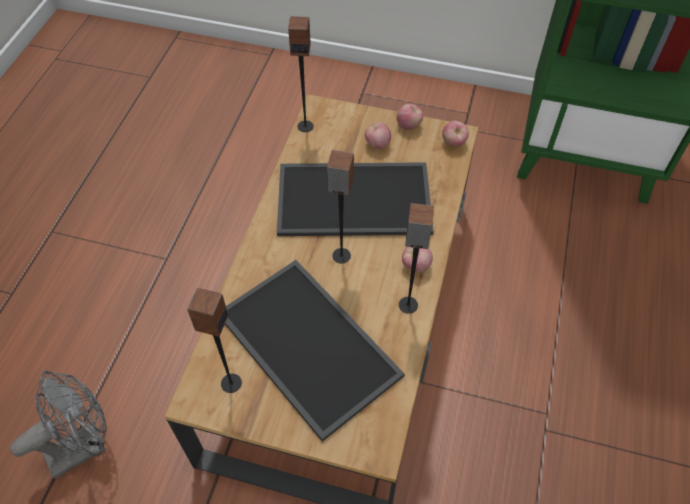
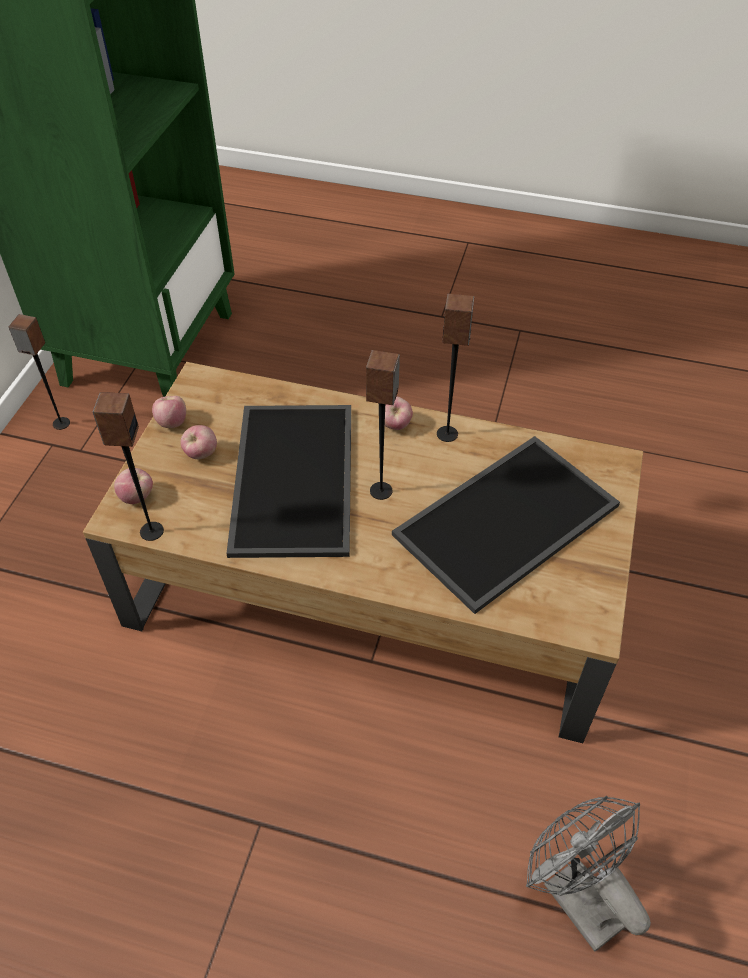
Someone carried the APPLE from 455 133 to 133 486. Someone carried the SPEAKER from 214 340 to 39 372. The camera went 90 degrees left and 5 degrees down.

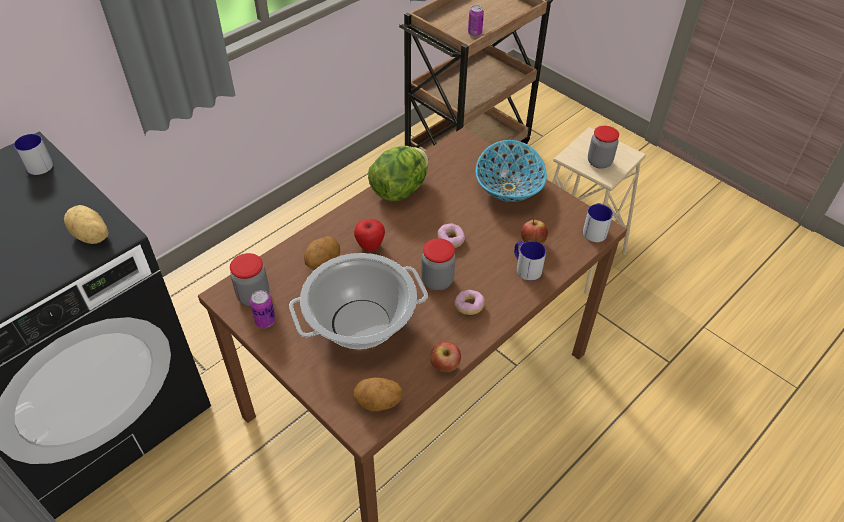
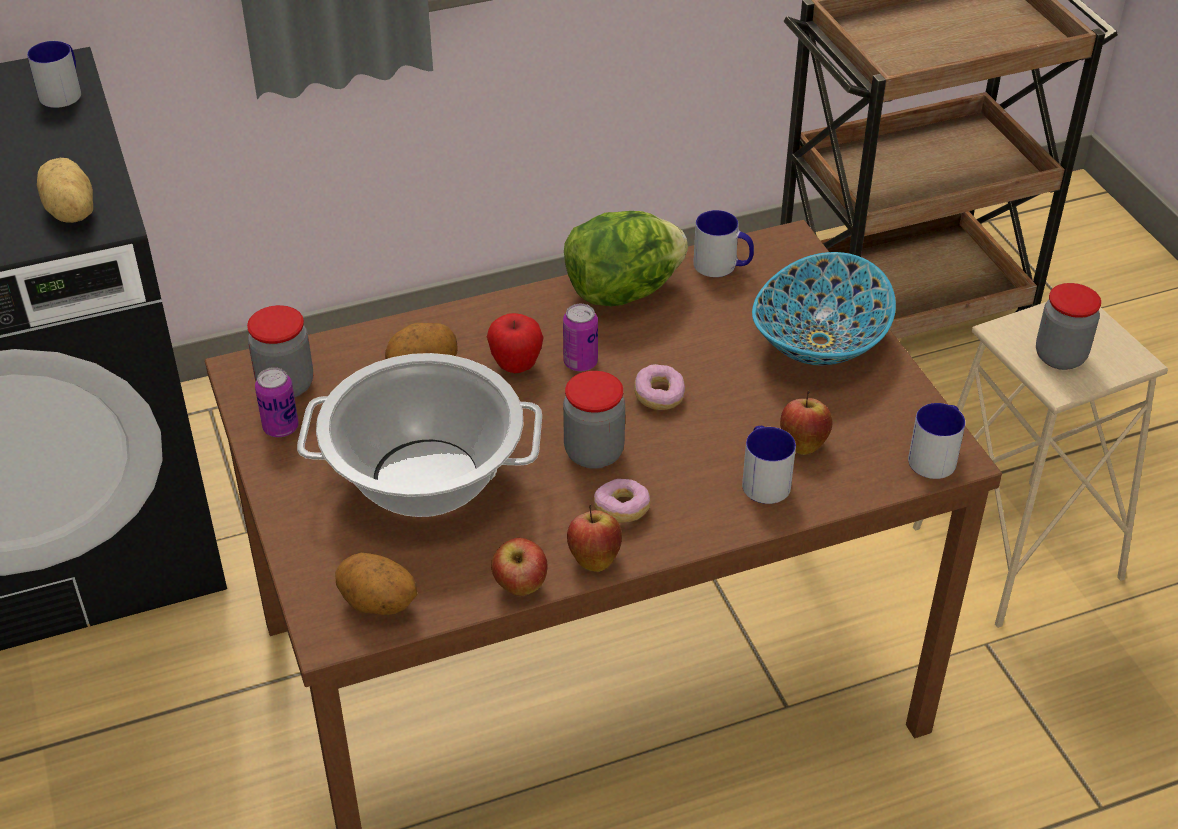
Someone carried the CAN from 476 20 to 580 337. Someone put down the MUG at 723 243. Someone put down the APPLE at 594 538. The camera went 25 degrees right and 5 degrees down.

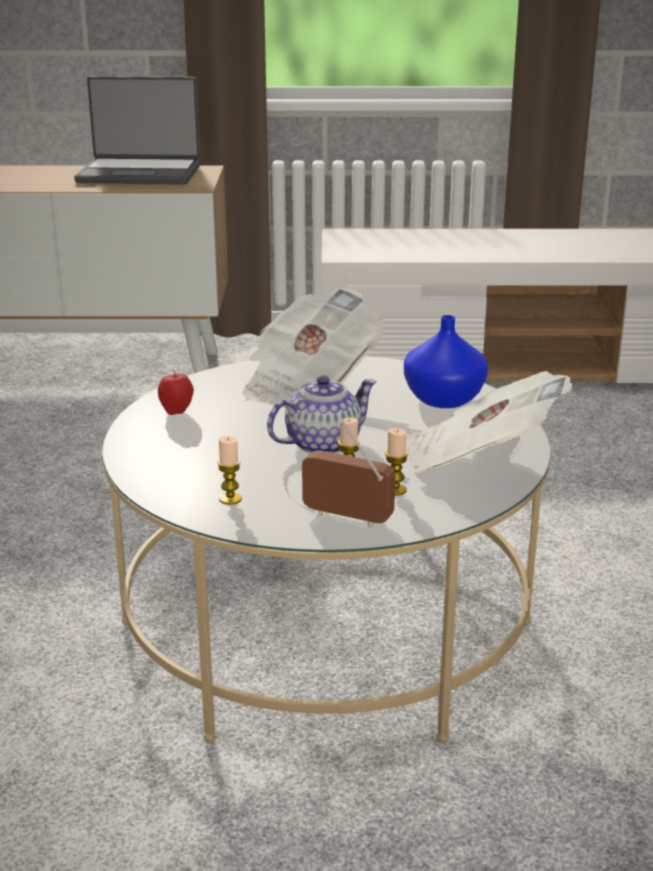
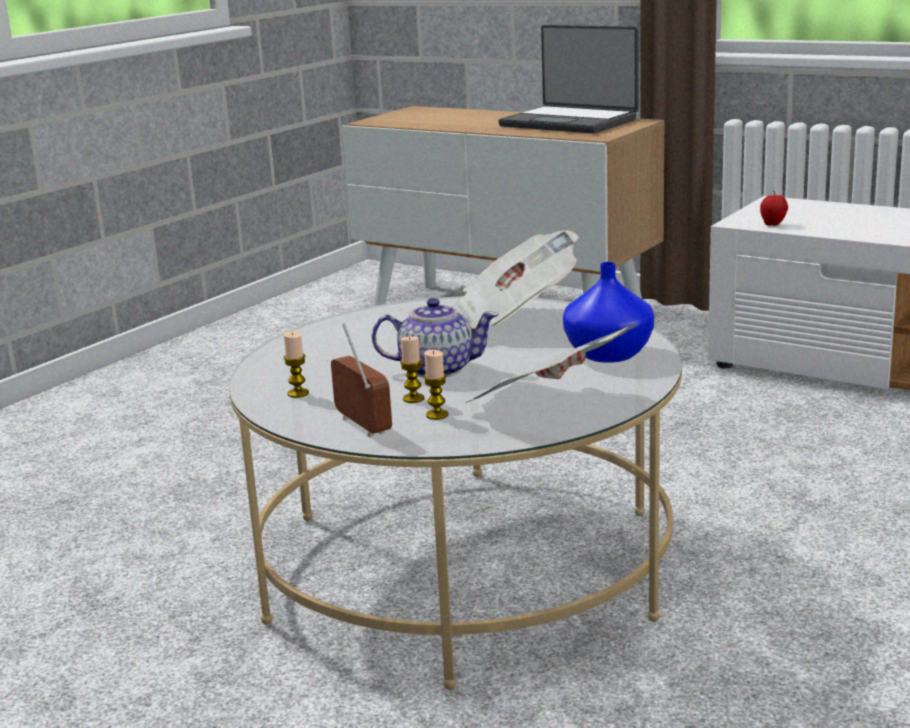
Someone carried the APPLE from 176 392 to 774 209. The camera went 35 degrees right and 5 degrees down.

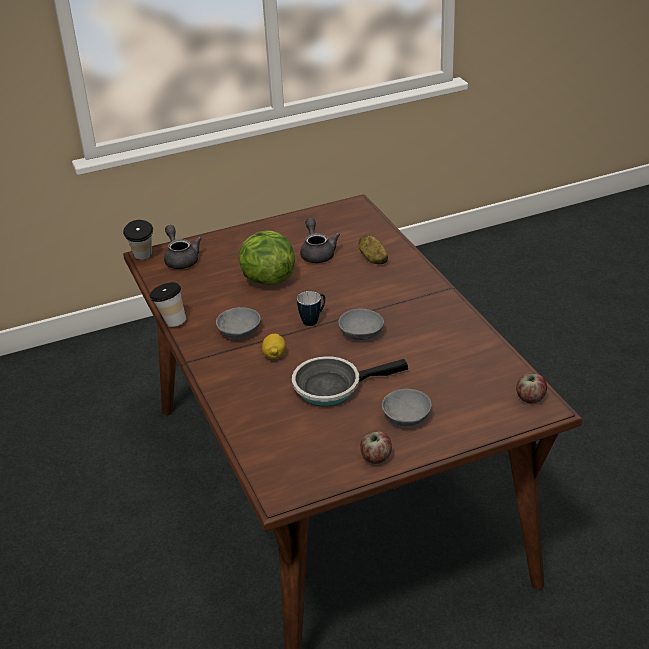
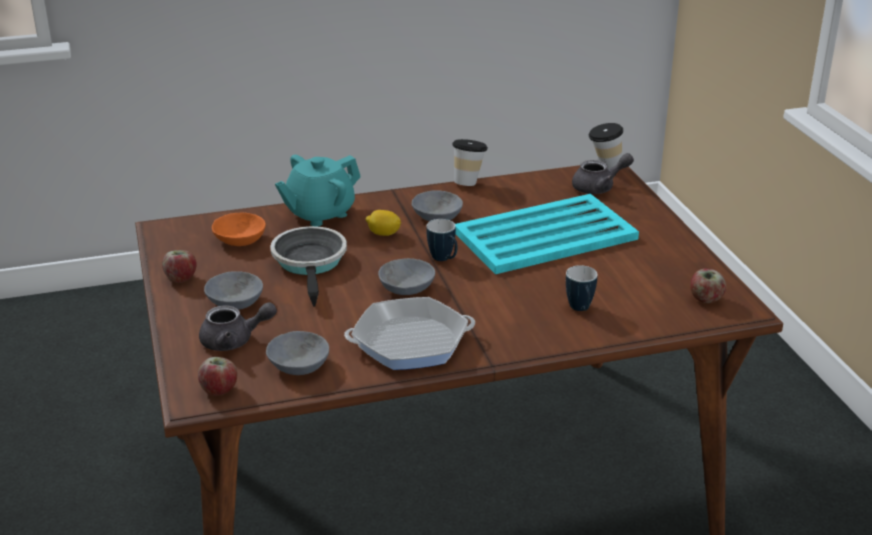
Someone carried the GREY TEAPOT from 320 240 to 238 326. Someone swapped the LETTUCE at 266 257 for the TURQUOISE TRAY at 547 234. Someone swapped the POTATO at 373 249 for the MUG at 582 288. Someone put down the TURQUOISE TEAPOT at 318 191. Someone put down the ORANGE BOWL at 239 229. Someone put down the APPLE at 708 286. Someone put down the FRYING PAN at 409 333. Someone put down the GREY BOWL at 297 353. The camera went 95 degrees right and 5 degrees down.

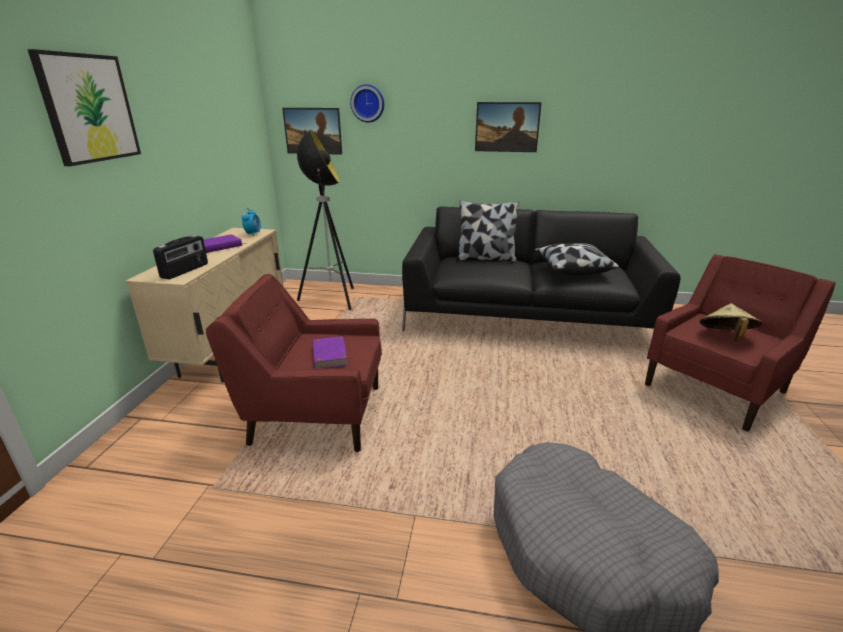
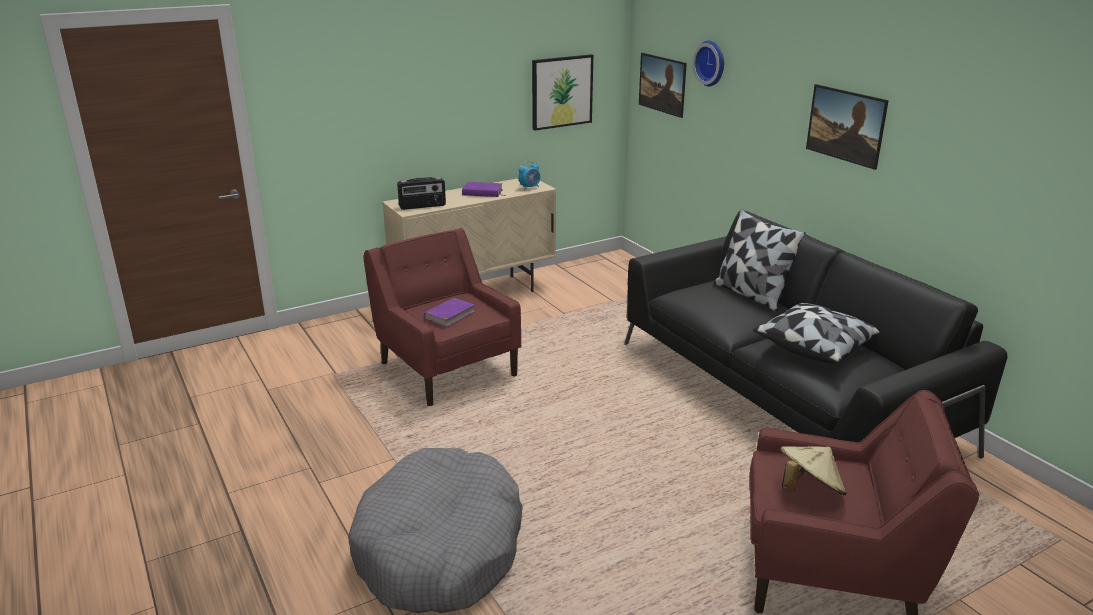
Someone carried the PICTURE from 84 107 to 562 92. Someone took away the FLOOR LAMP at 325 220. The camera went 50 degrees right and 0 degrees up.

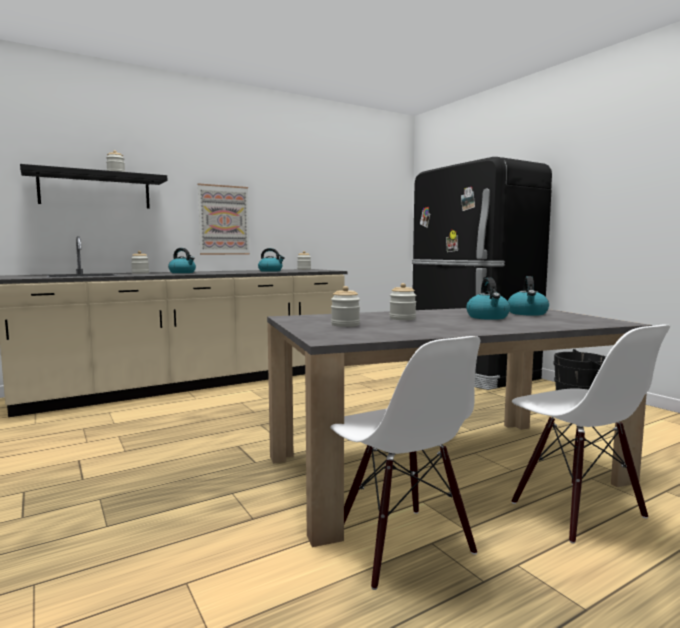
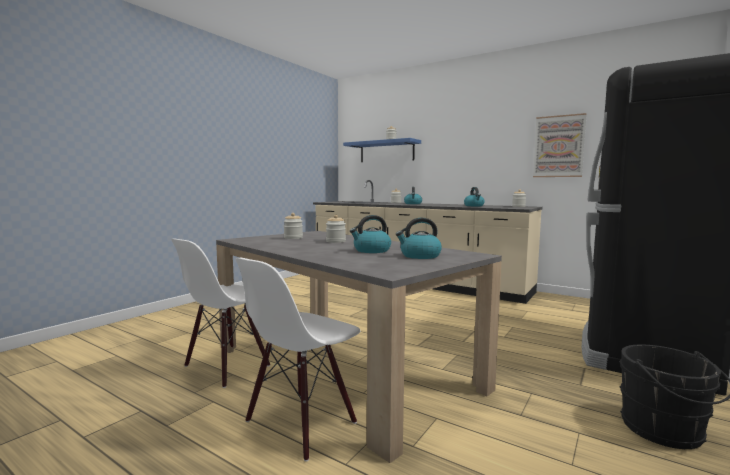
Someone repainted the BLACK SHELF at 93 186, which became the BLUE SHELF at 382 150. Someone carried the PICTURE from 223 219 to 560 145. The camera went 65 degrees right and 0 degrees up.

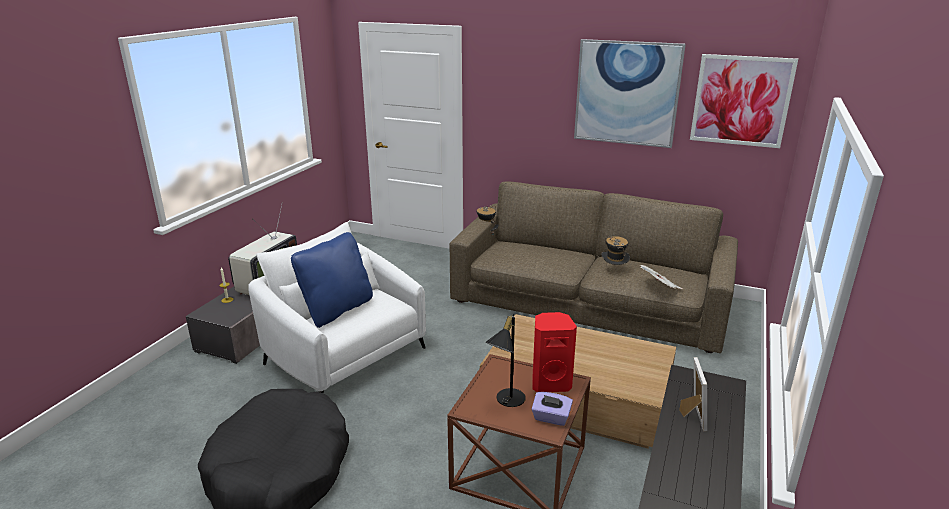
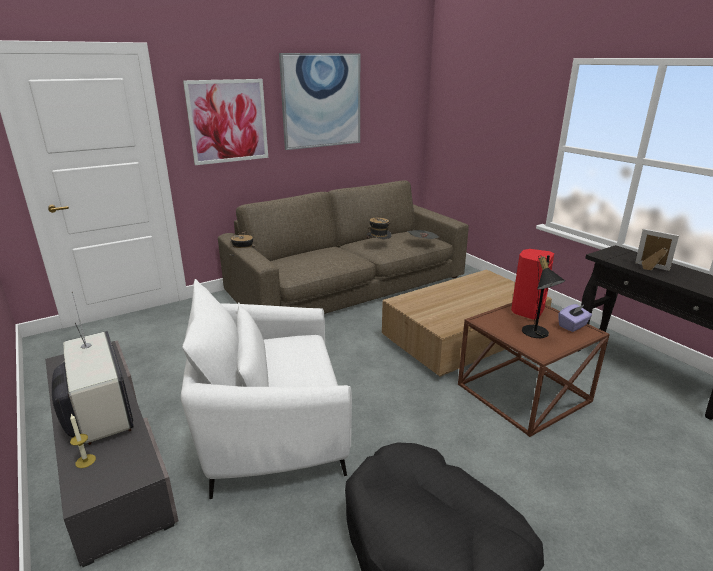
Someone carried the PICTURE from 744 101 to 225 122. Someone took away the BLUE PILLOW at 332 280. The camera went 55 degrees left and 0 degrees up.

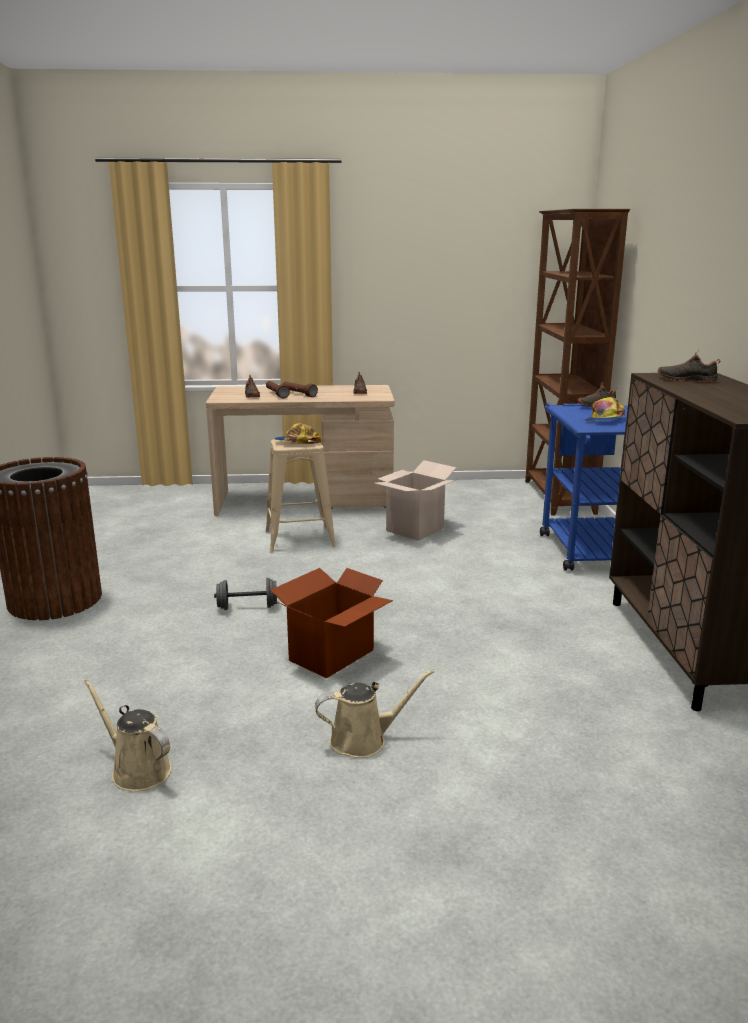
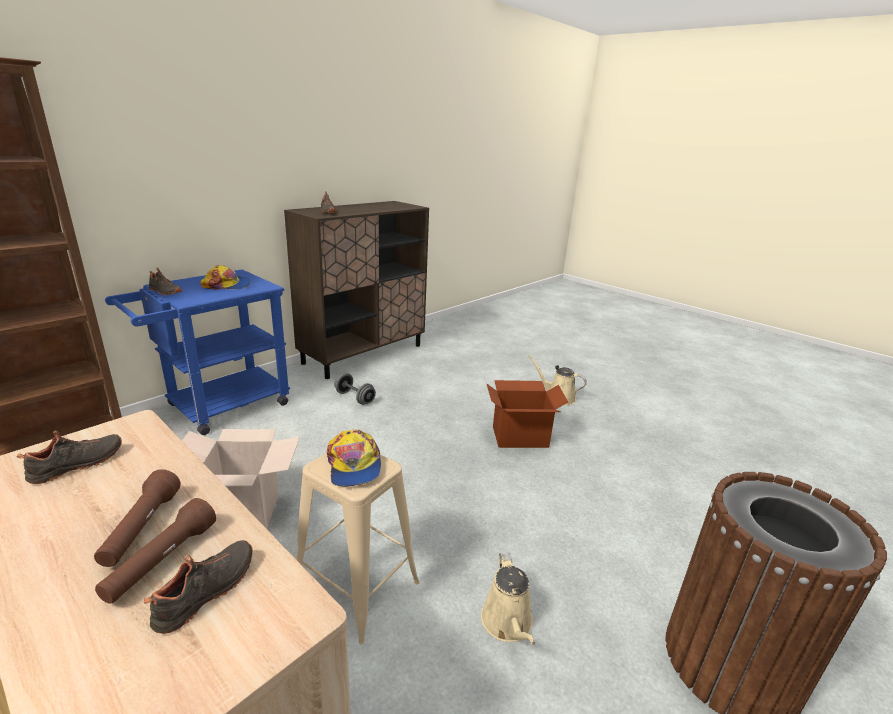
Someone carried the GREY DUMBBELL from 245 594 to 355 389. Someone carried the BEIGE WATERING CAN from 127 735 to 508 599. The camera went 135 degrees left and 5 degrees up.

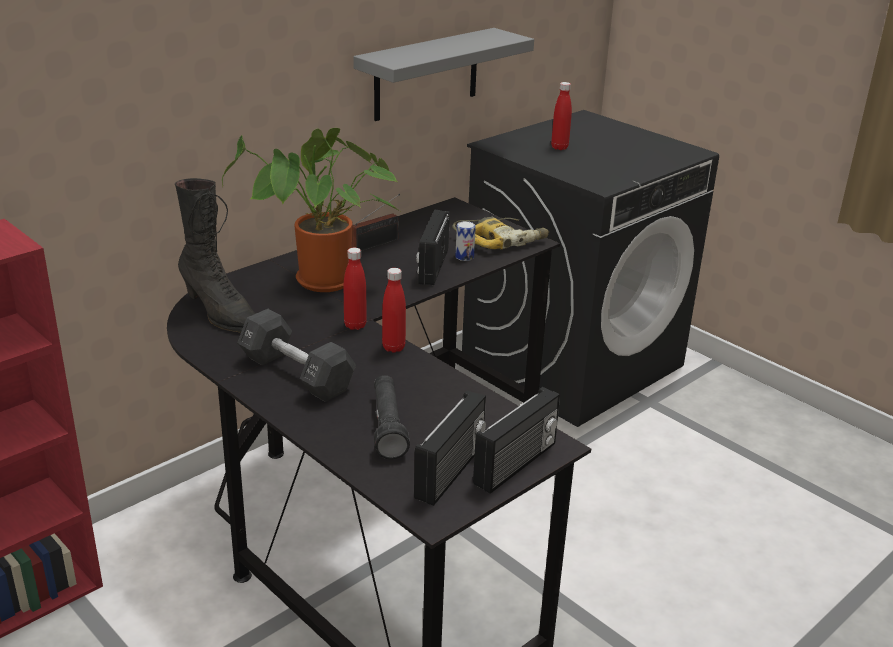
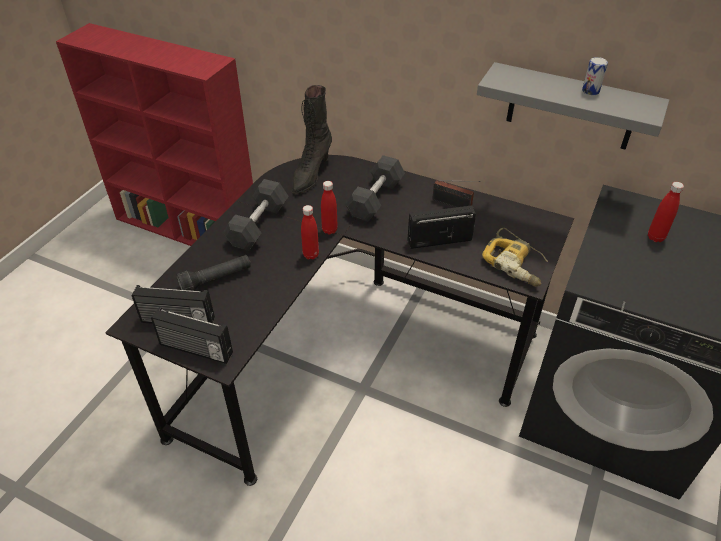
Someone swapped the POTTED PLANT at 312 210 for the BLACK DUMBBELL at 375 188. Someone carried the CAN from 465 241 to 595 76. The camera went 70 degrees right and 15 degrees up.

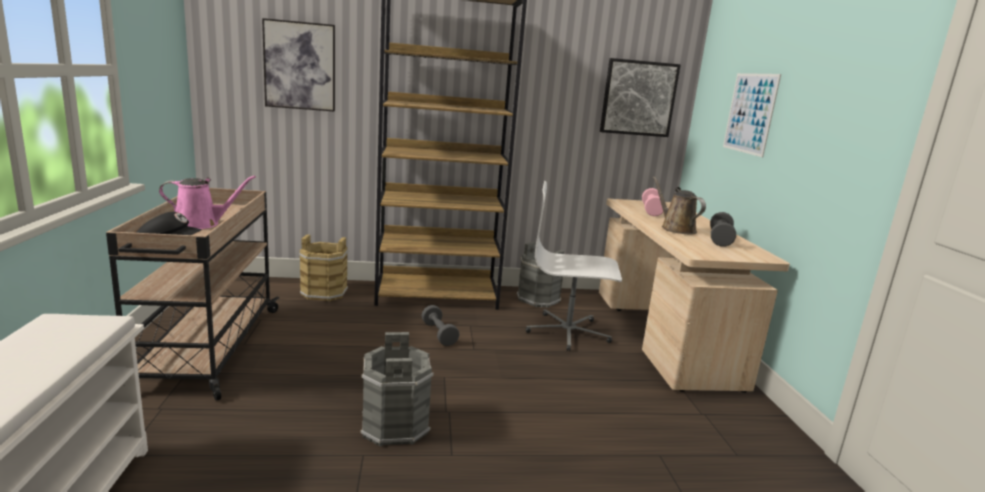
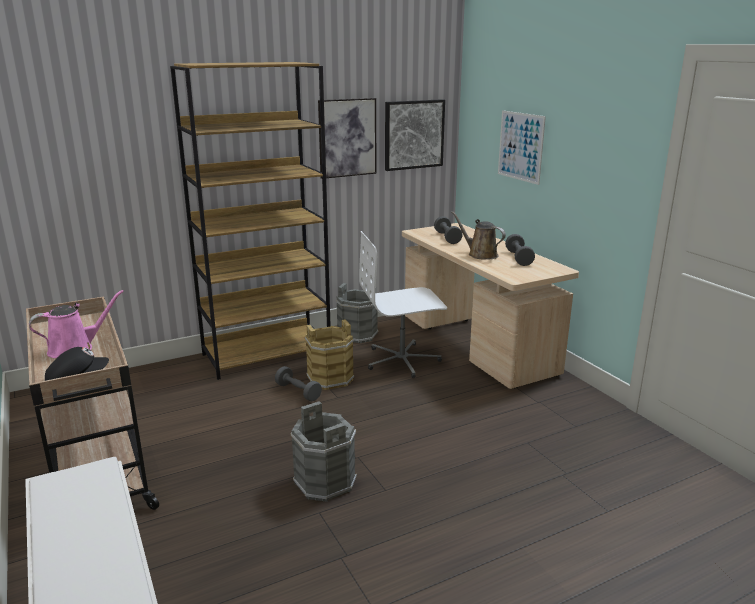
Someone carried the PICTURE from 298 64 to 347 138. Someone repainted the PINK DUMBBELL at 652 202, which became the GREY DUMBBELL at 448 230. Someone carried the BROWN BUCKET from 323 267 to 329 354. The camera went 20 degrees left and 5 degrees up.

